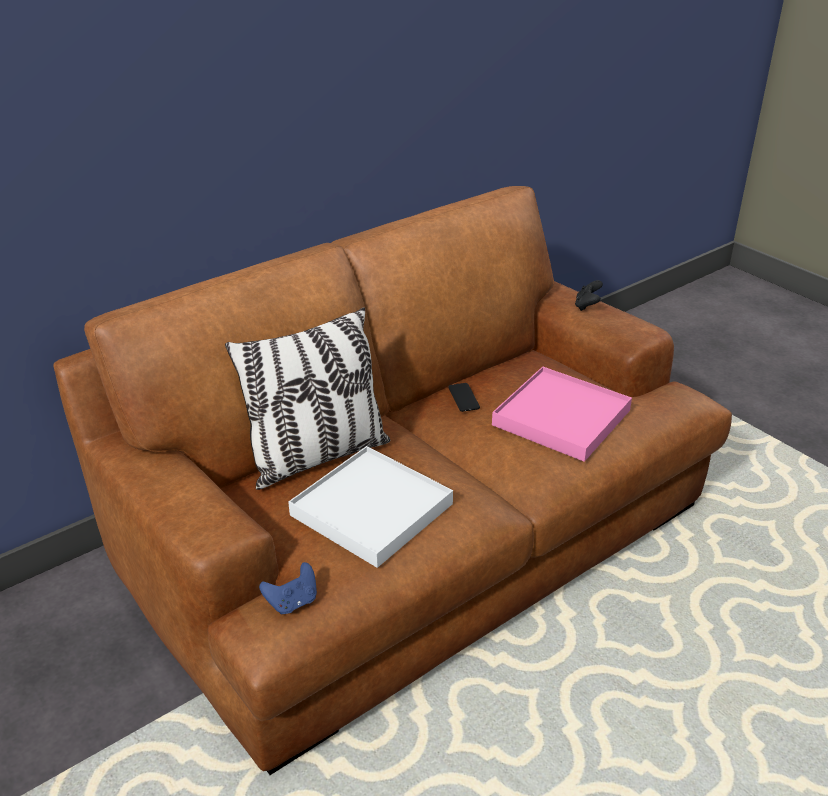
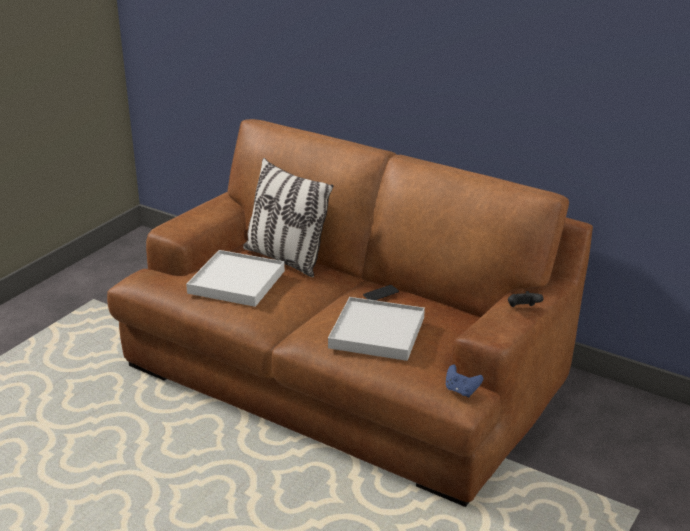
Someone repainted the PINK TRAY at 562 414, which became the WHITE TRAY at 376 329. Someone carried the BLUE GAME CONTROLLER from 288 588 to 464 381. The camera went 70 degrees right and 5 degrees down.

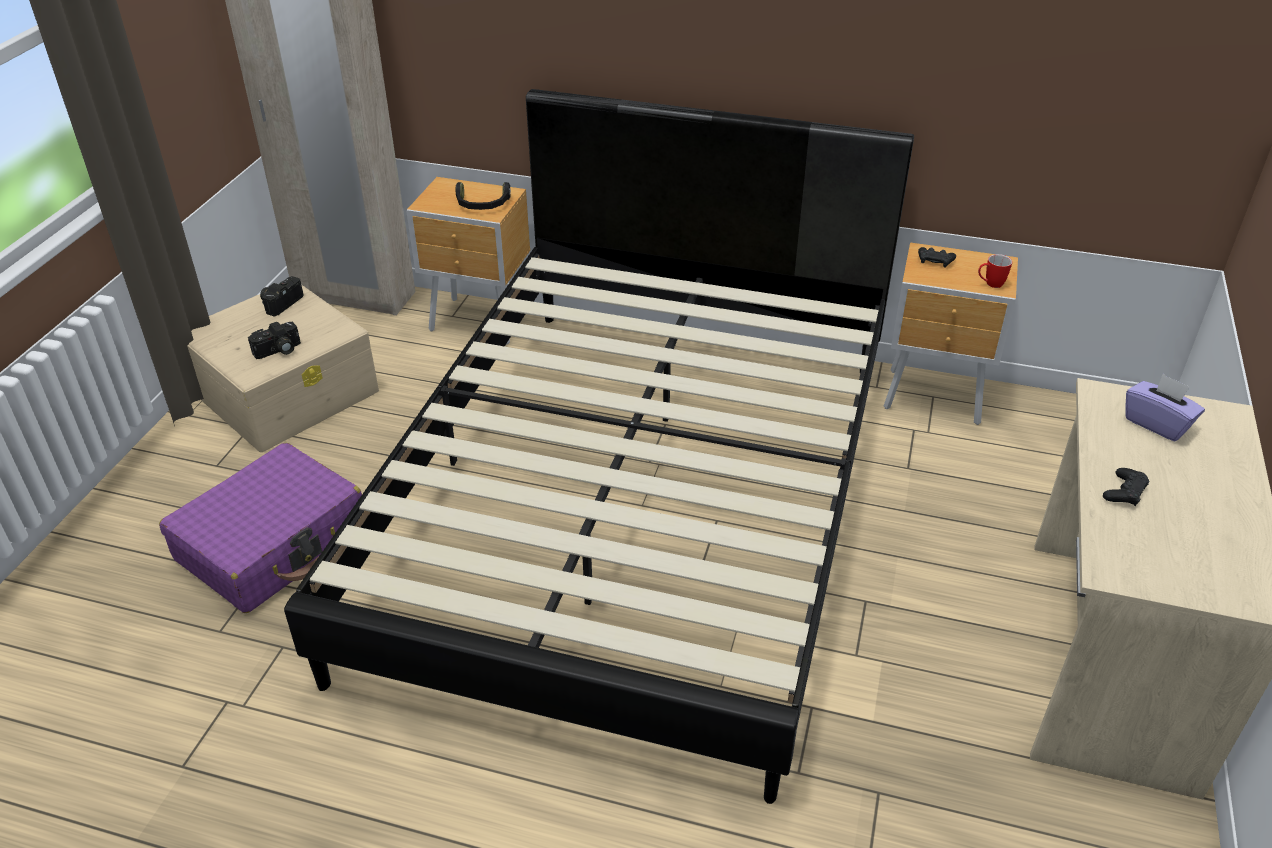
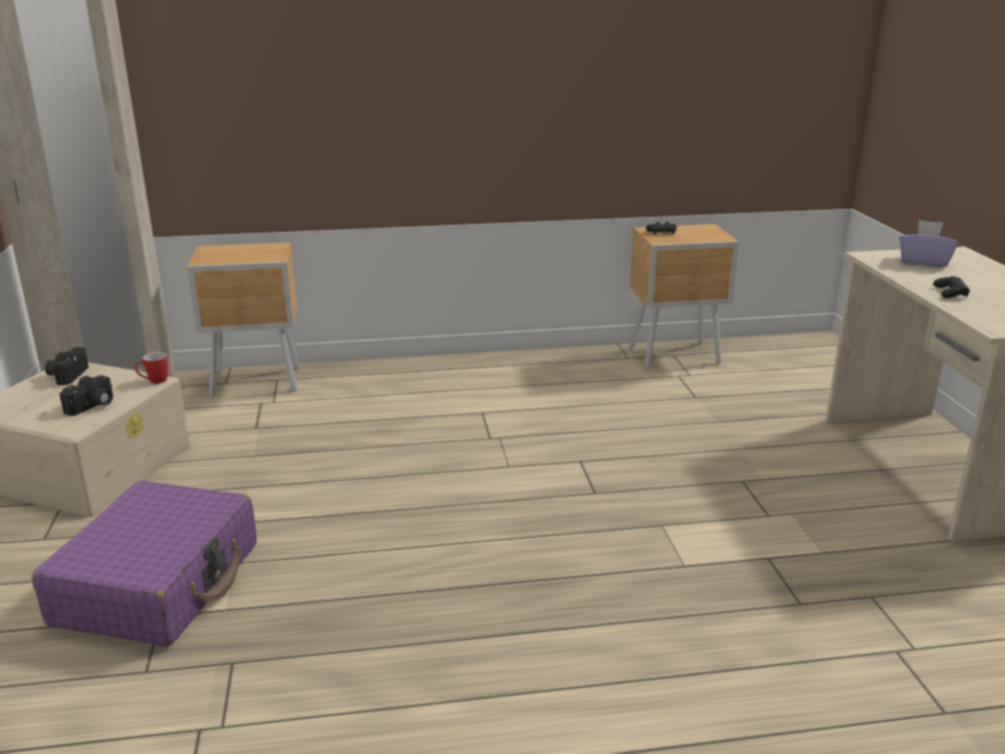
Someone took away the BLACK BED at 599 446. Someone took away the BLACK HEADPHONES at 483 196. Someone carried the MUG from 995 271 to 151 368. The camera went 25 degrees left and 15 degrees down.

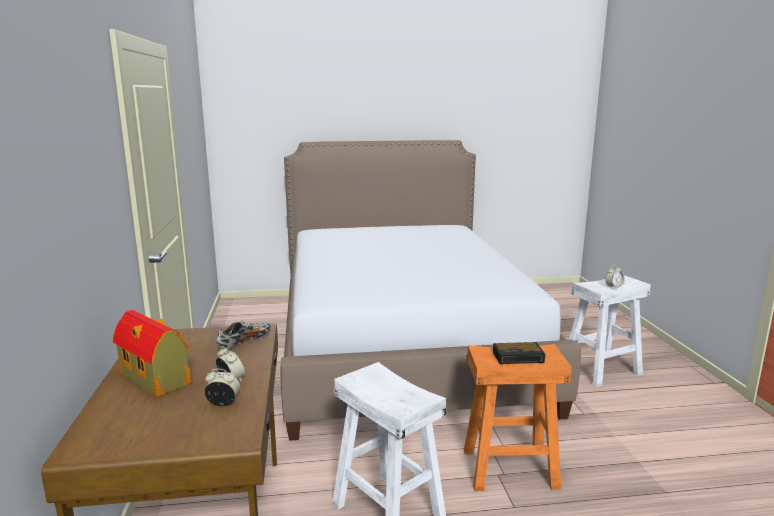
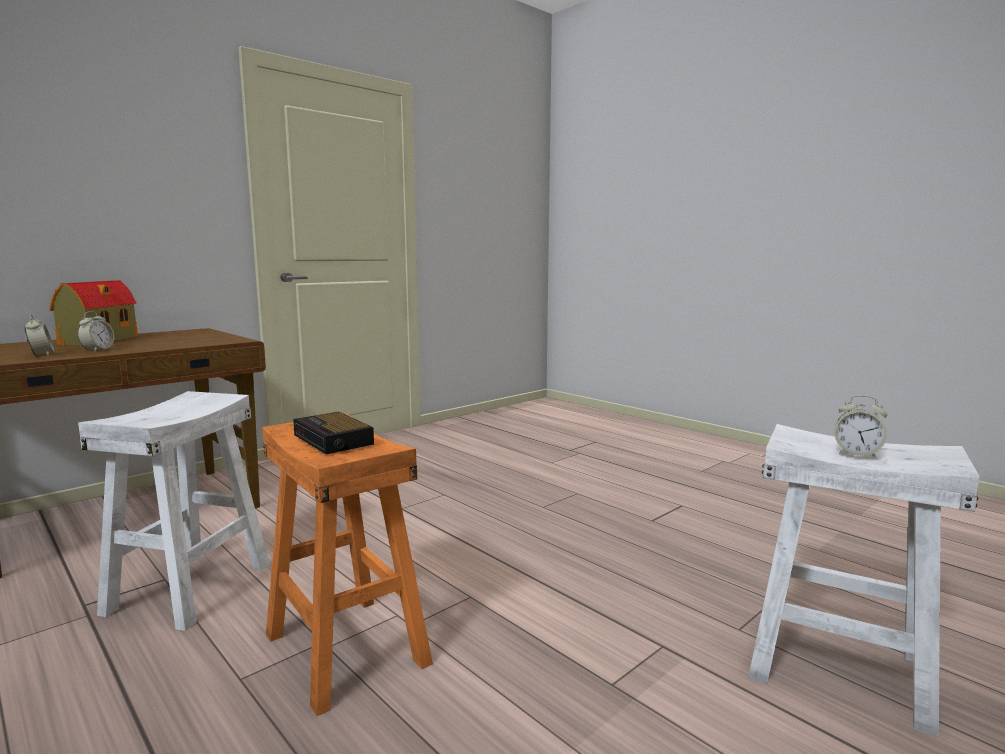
Someone took away the BED at 431 290. Someone took away the SHOE at 243 335. The camera went 55 degrees right and 5 degrees down.

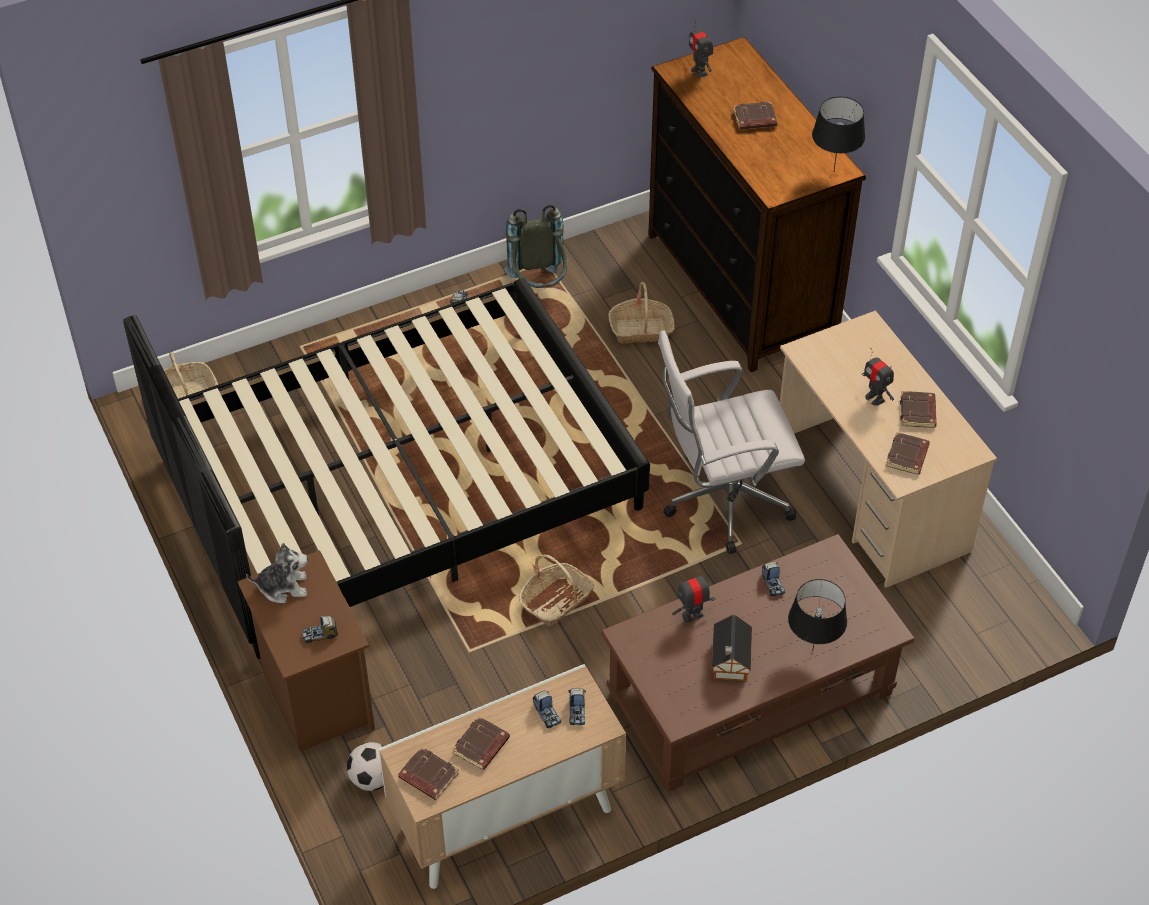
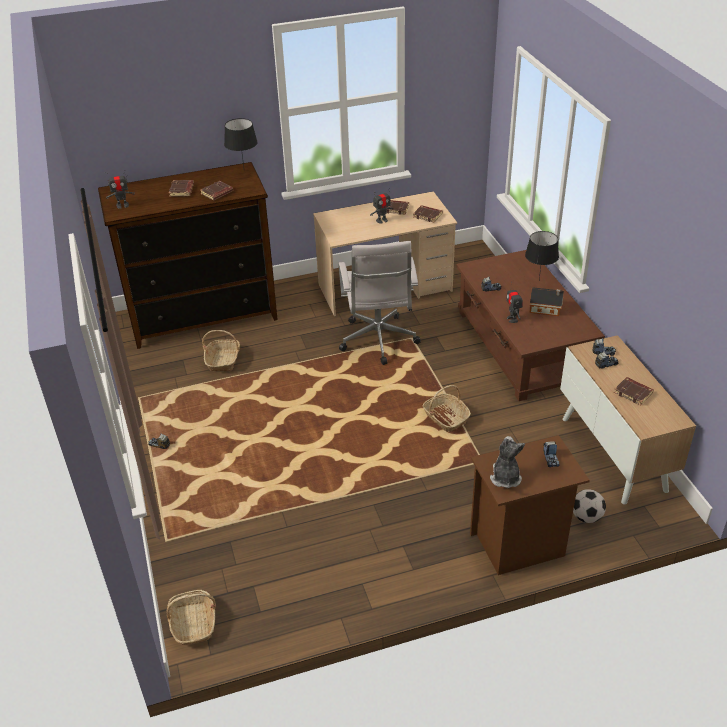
Someone took away the GREY BACKPACK at 536 246. Someone took away the BLACK BED at 386 468. Someone carried the BROWN BOOK from 428 773 to 217 190. The camera went 80 degrees left and 10 degrees down.

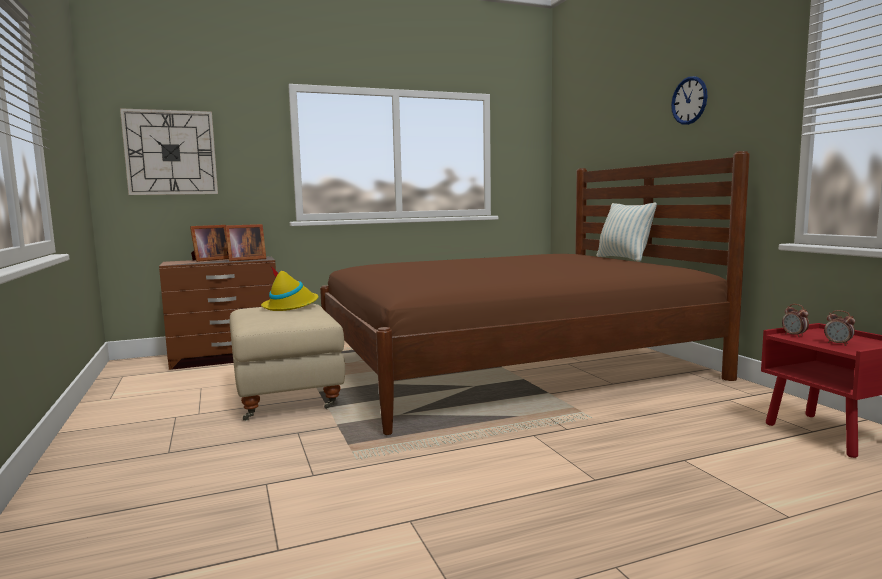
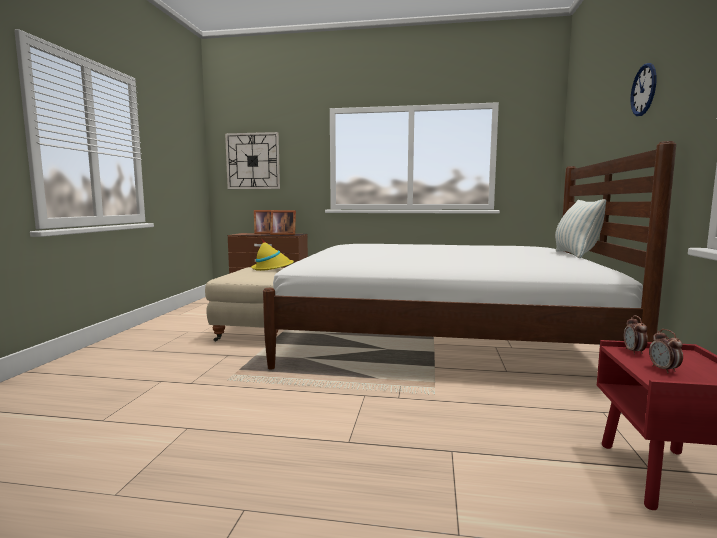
Someone repainted the BROWN BED at 535 293, which became the WHITE BED at 469 255. The camera went 30 degrees right and 0 degrees up.

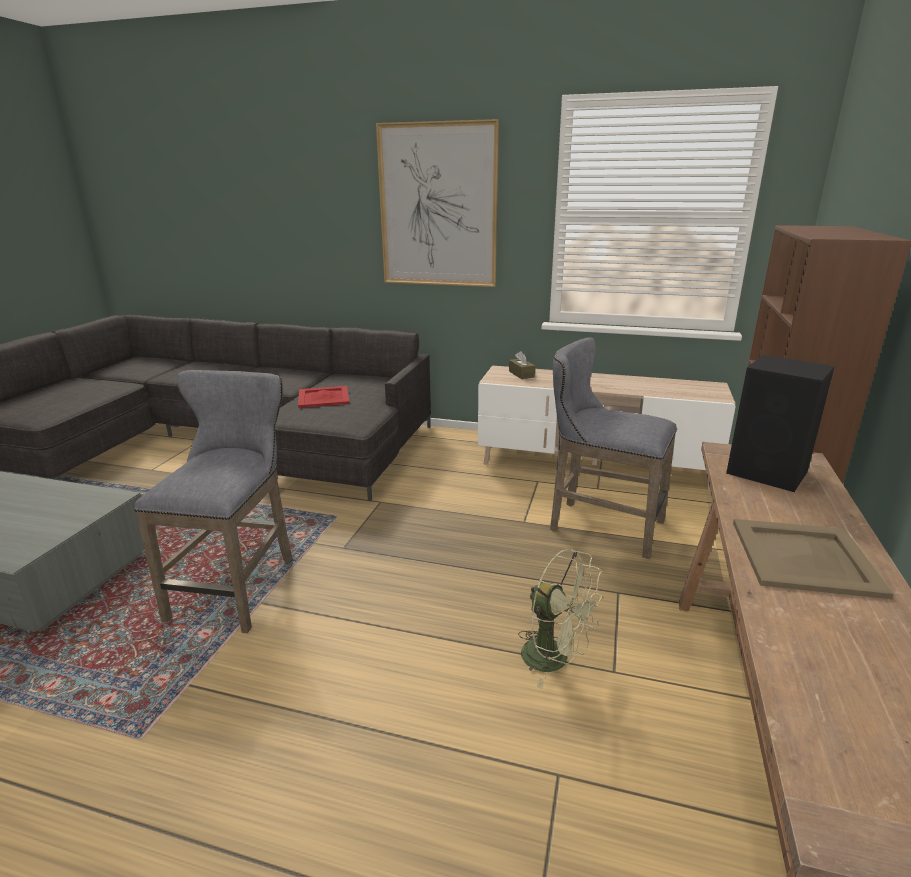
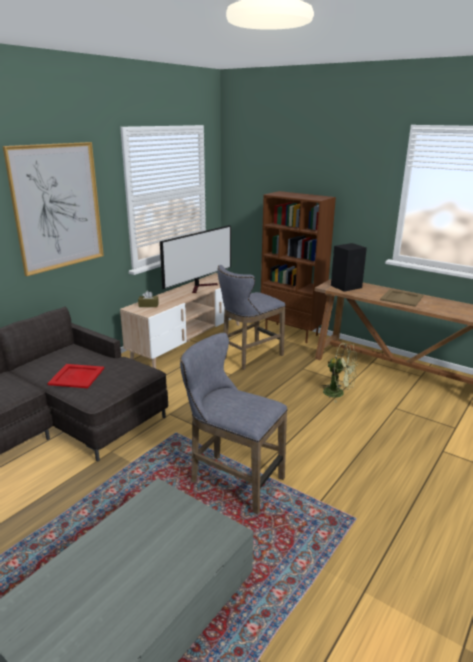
Someone rotated the GREEN FAN at 561 619 by 60 degrees clockwise. Someone put down the TELEVISION at 195 259. The camera went 70 degrees left and 0 degrees up.

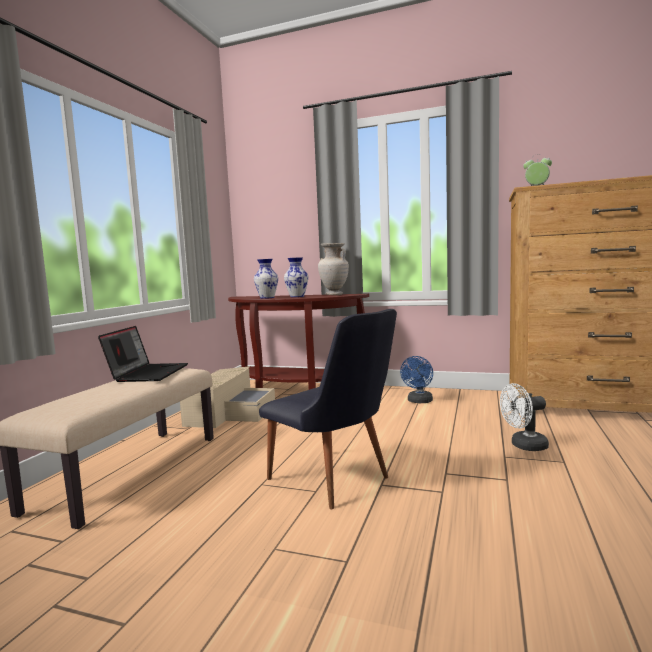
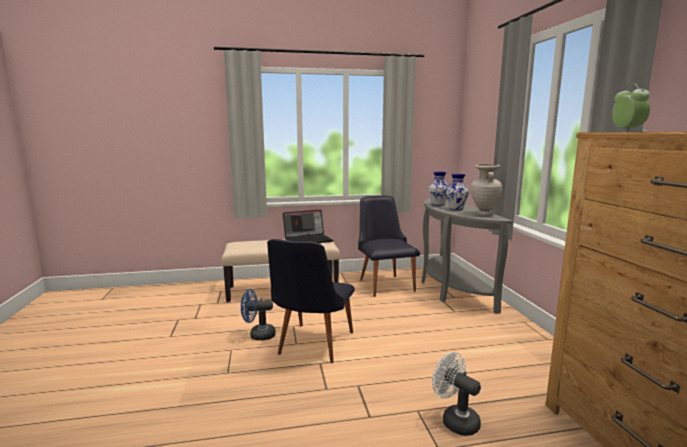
Someone repainted the BROWN CONSOLE TABLE at 298 342, which became the GREY CONSOLE TABLE at 467 256. Someone carried the BLUE FAN from 416 379 to 258 315. Someone swapped the BEIGE STORAGE BOX at 227 397 for the BLACK CHAIR at 389 246. The camera went 60 degrees right and 5 degrees up.

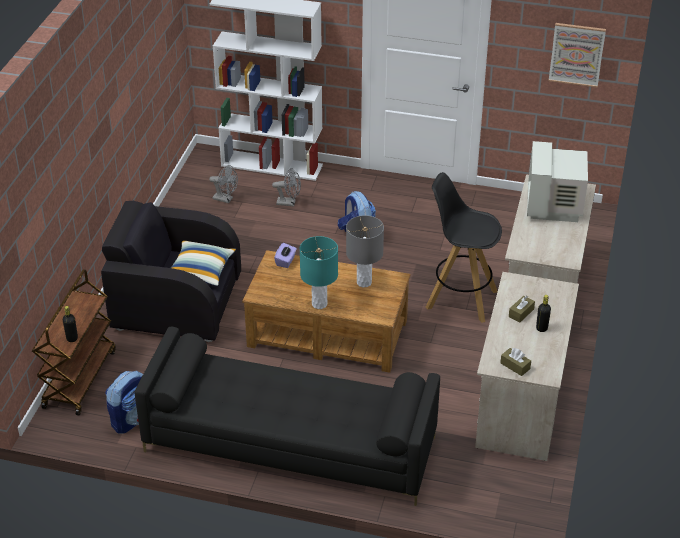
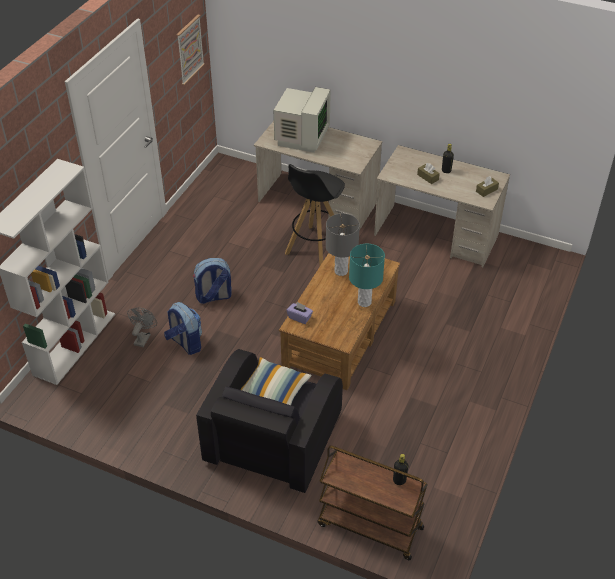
Someone rotated the MONITOR at 557 181 by 90 degrees counterclockwise. Someone took away the GREY FAN at 223 184. Someone took away the BLACK SOFA at 287 416. Someone carried the BACKPACK from 124 401 to 183 328. The camera went 80 degrees left and 5 degrees up.

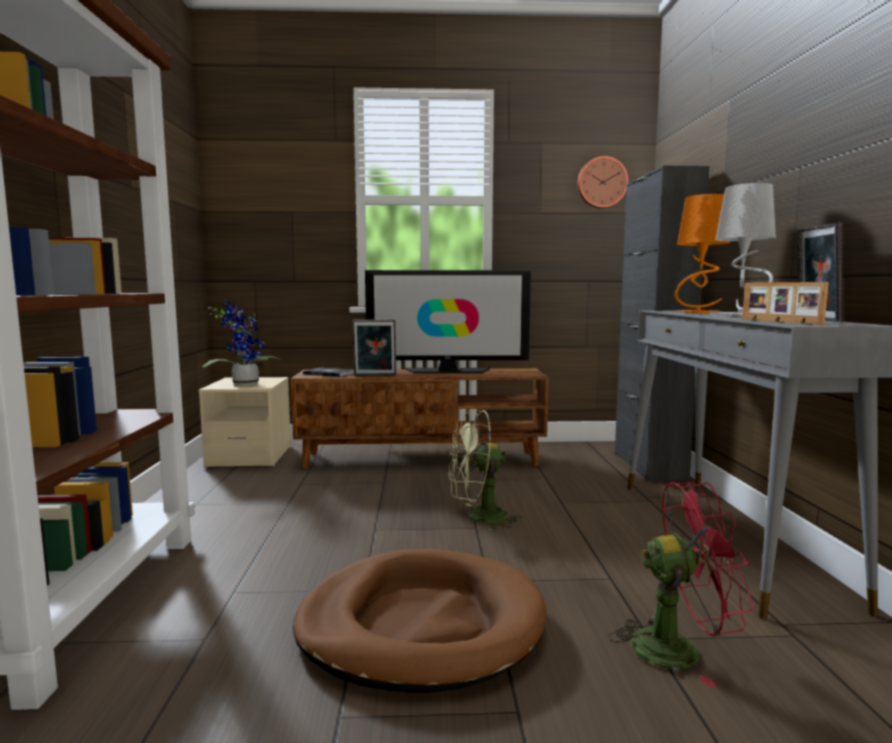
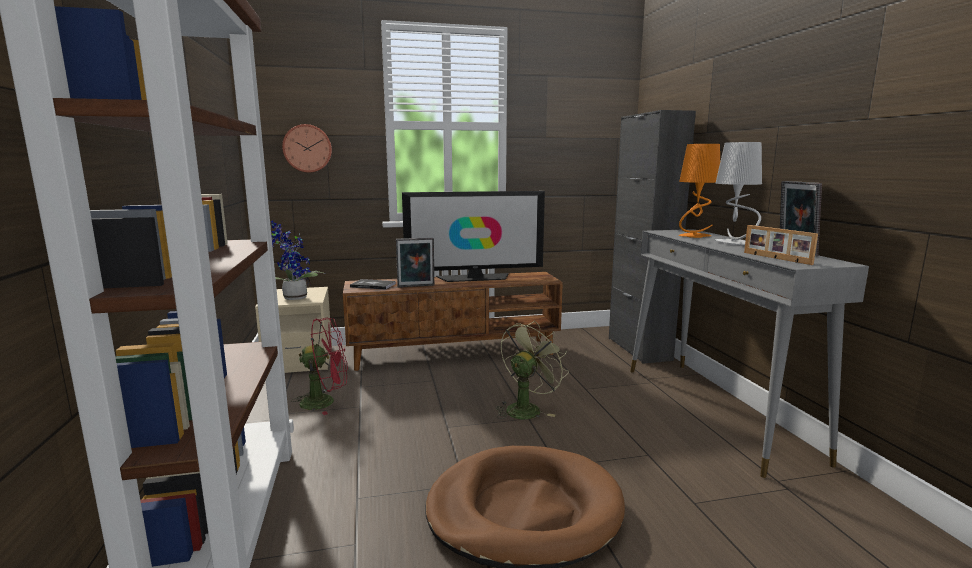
Someone carried the WALL CLOCK from 602 182 to 307 148. Someone rotated the GREEN FAN at 486 470 by 150 degrees clockwise. Someone carried the RED FAN from 681 585 to 319 366. The camera went 10 degrees left and 5 degrees up.

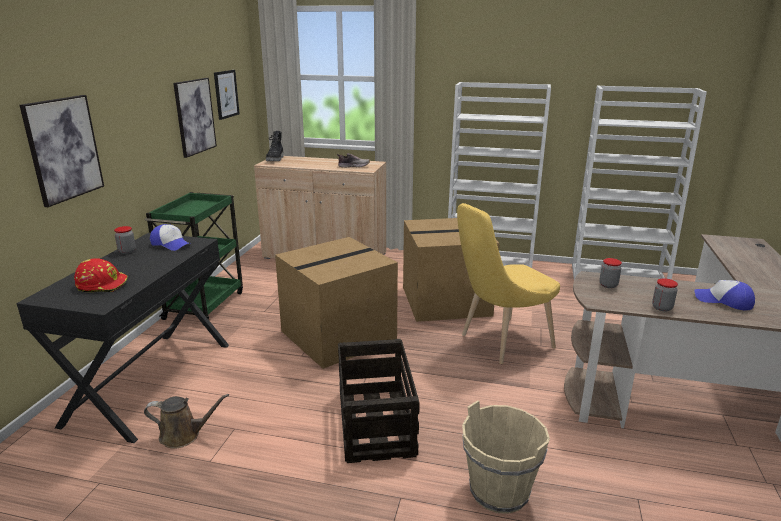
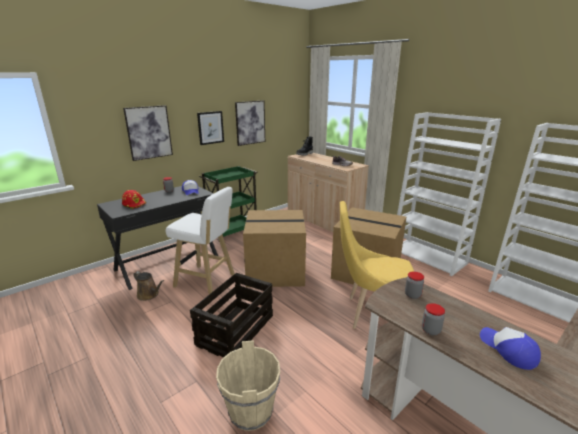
Someone carried the PICTURE from 227 95 to 210 128. Someone put down the WHITE STOOL at 200 240. The camera went 35 degrees right and 0 degrees up.

